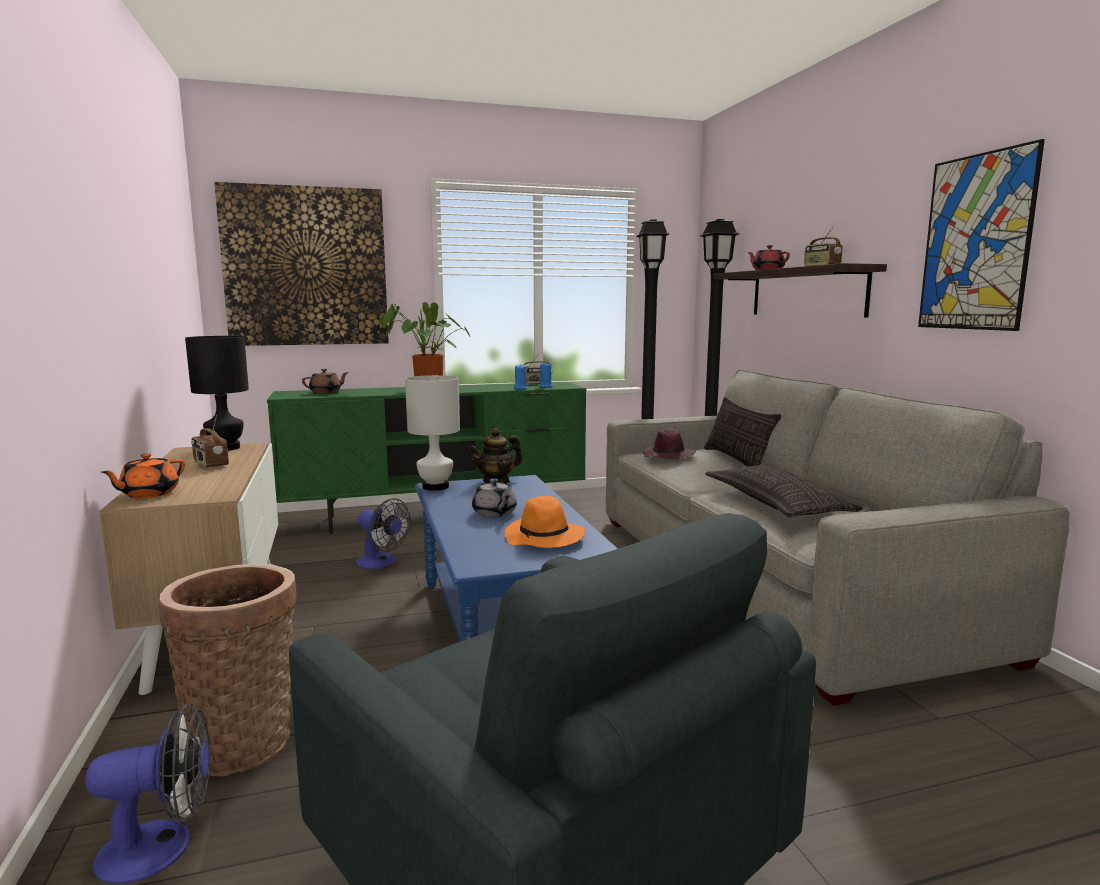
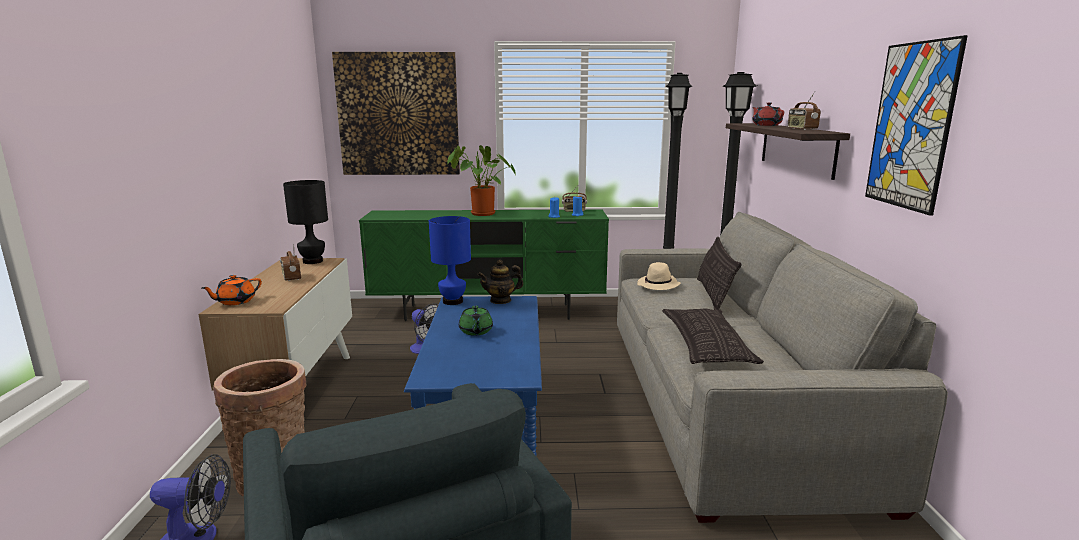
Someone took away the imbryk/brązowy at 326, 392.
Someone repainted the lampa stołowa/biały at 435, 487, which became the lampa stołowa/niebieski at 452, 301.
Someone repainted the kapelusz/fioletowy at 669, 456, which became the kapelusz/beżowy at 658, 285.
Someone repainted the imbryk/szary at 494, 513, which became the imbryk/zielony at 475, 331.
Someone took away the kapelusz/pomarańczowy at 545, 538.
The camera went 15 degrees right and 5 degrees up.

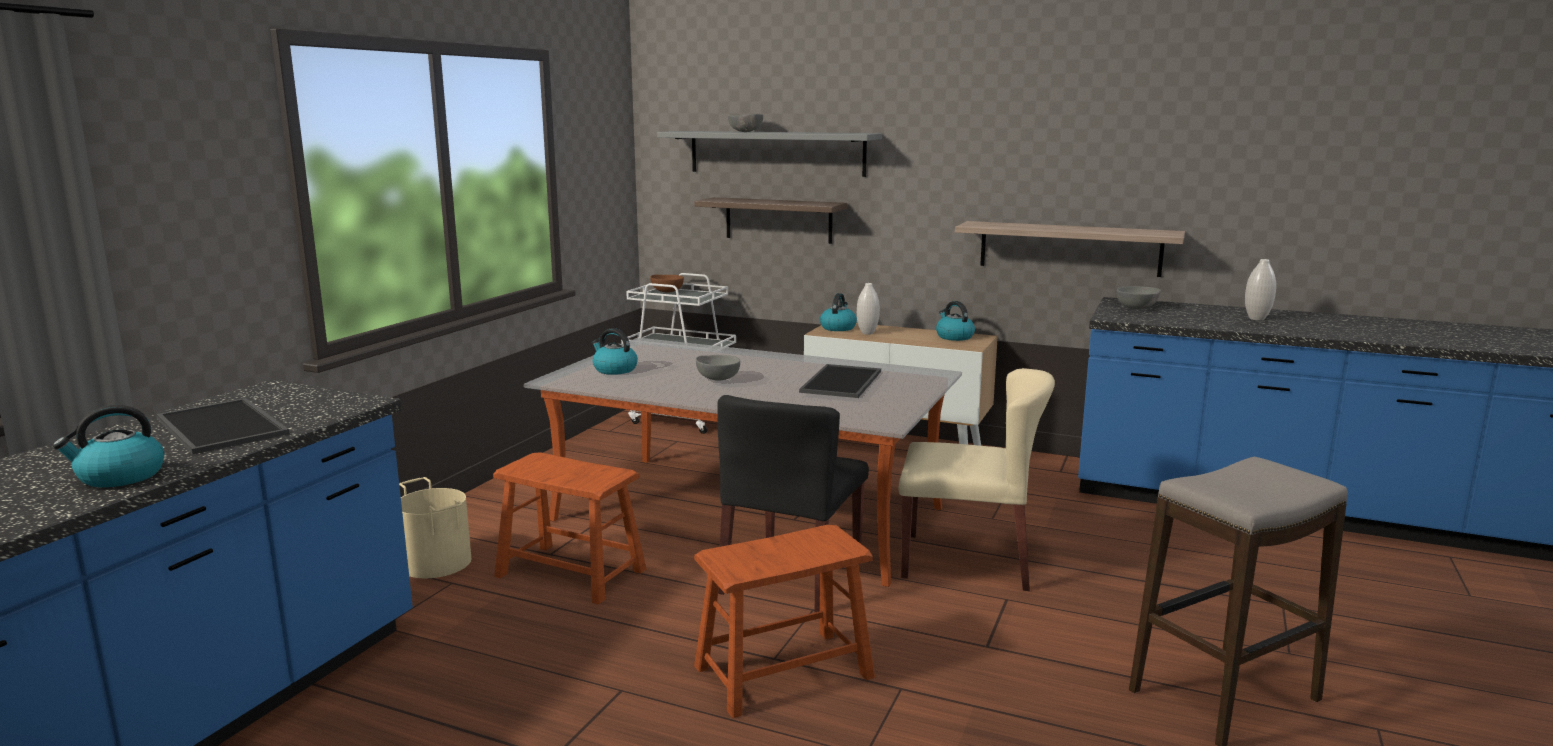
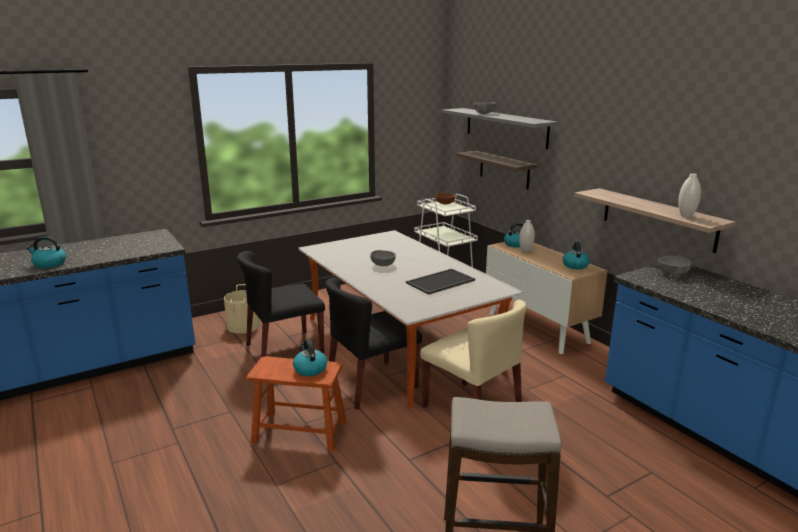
Someone carried the wazon/biały from 1256, 319 to 686, 216.
Someone carried the czajnik from 614, 370 to 310, 369.
Someone took away the taca at 218, 426.
Someone swapped the stołek/brązowy at 571, 573 for the krzesło/czarny at 284, 349.
The camera went 35 degrees right and 5 degrees up.

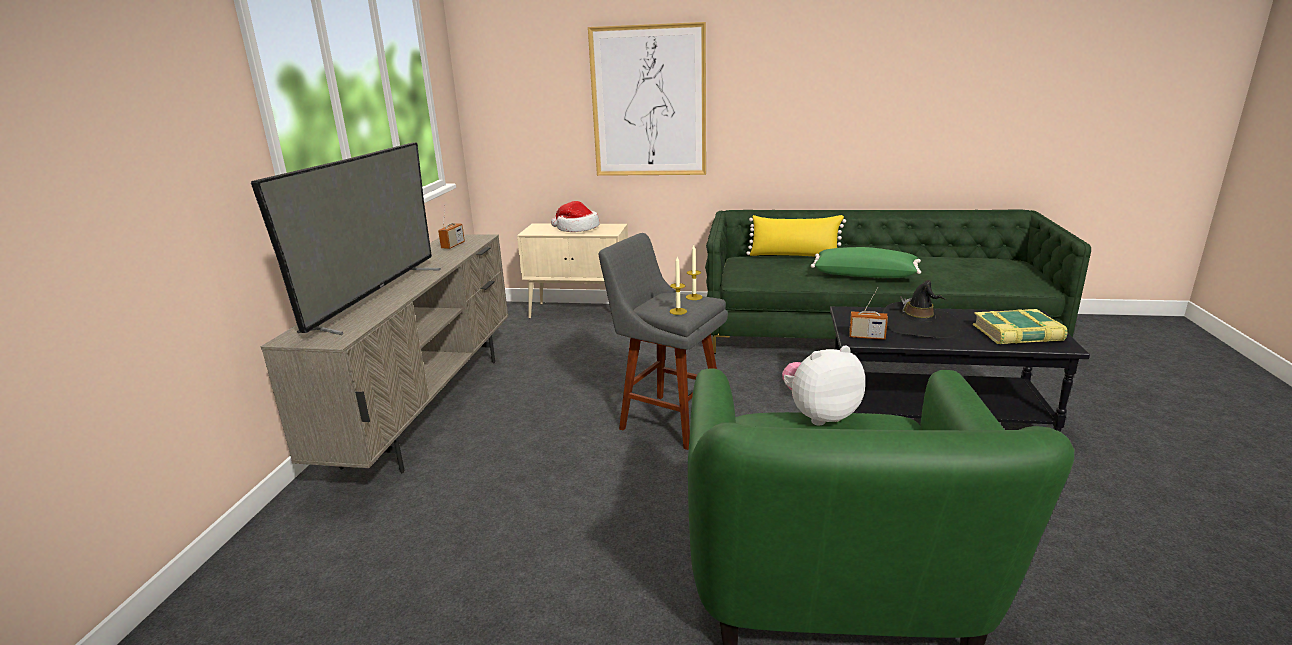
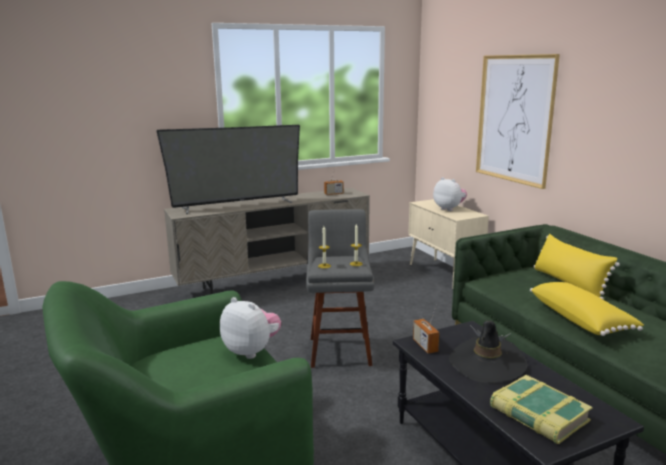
Someone swapped the kapelusz at 576, 228 for the pluszak at 449, 209.
Someone repainted the poduszka/zielony at 864, 275, which became the poduszka/żółty at 581, 319.
The camera went 55 degrees right and 5 degrees down.

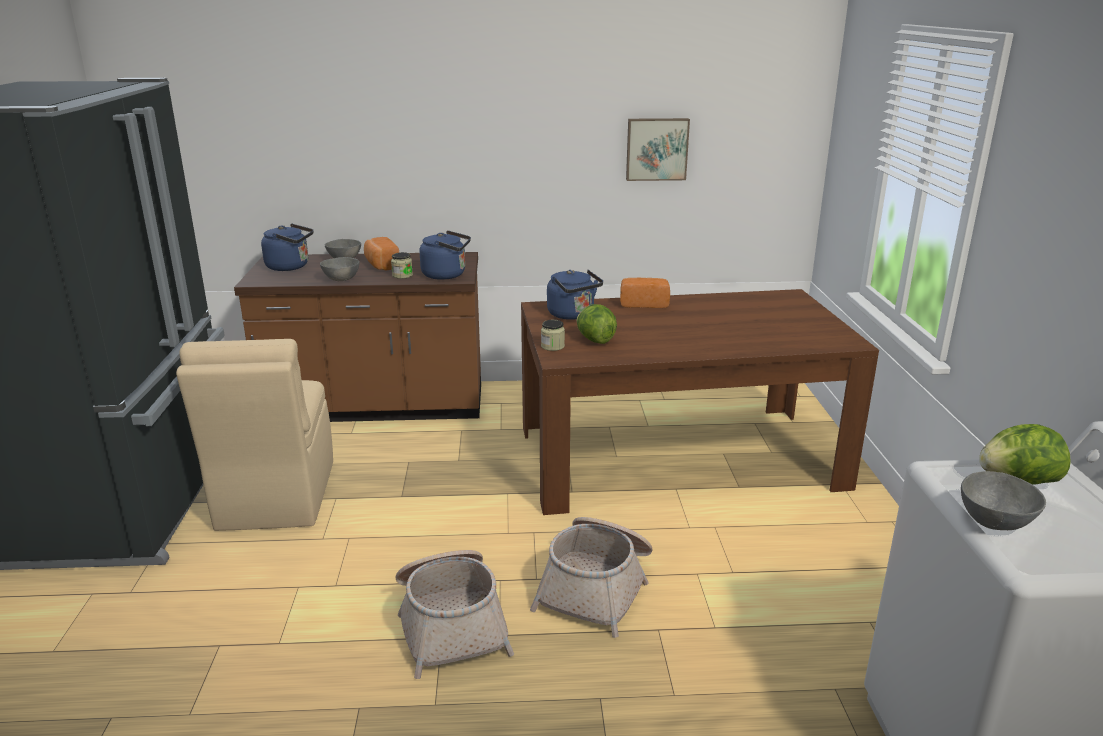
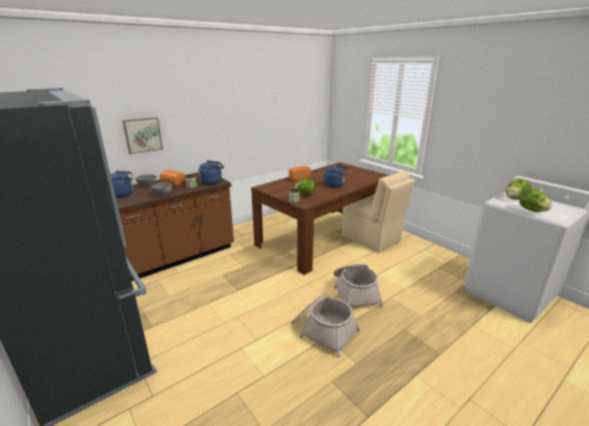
Someone carried the obraz from 656, 149 to 143, 135.
Someone carried the czajnik/niebieski from 573, 315 to 335, 185.
Someone carried the krzesło/beżowy from 275, 497 to 372, 239.
Someone swapped the miska/szary at 996, 521 for the sałata at 532, 210.
The camera went 35 degrees left and 0 degrees up.

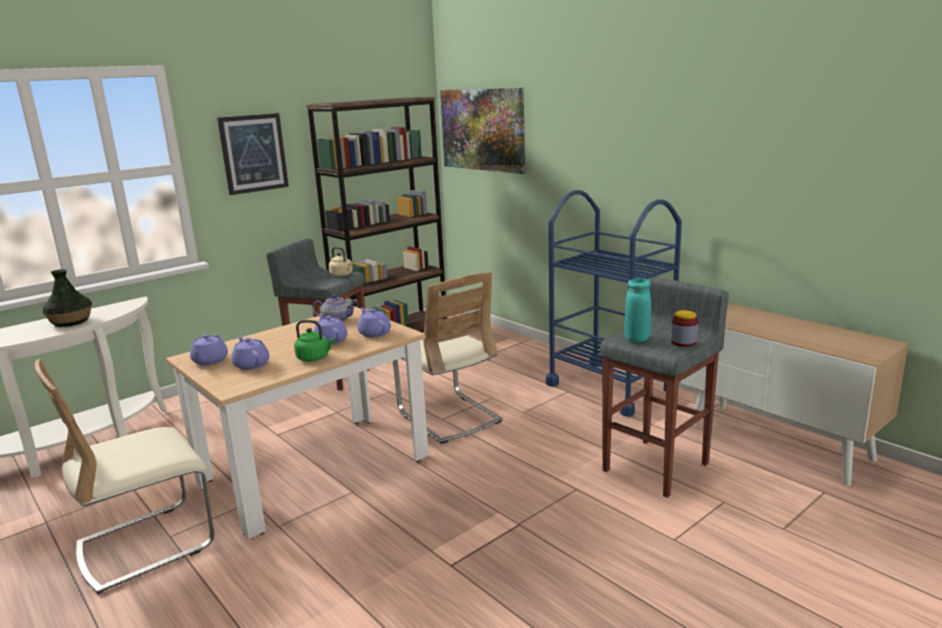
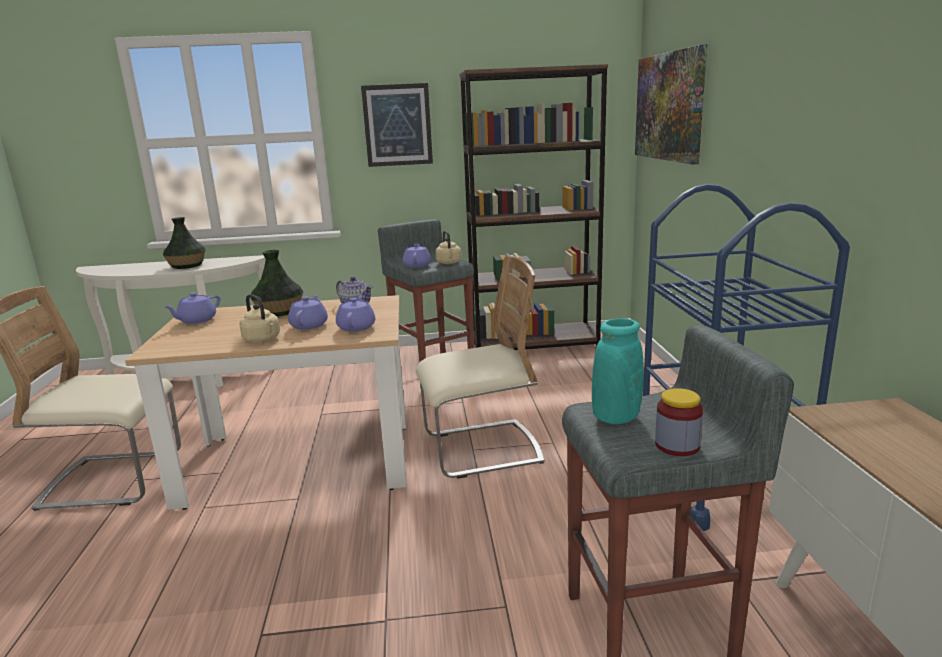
Someone rotated the krzesło/beżowy at 449, 417 by 105 degrees counterclockwise.
Someone repainted the czajnik/zielony at 315, 358, which became the czajnik/beżowy at 263, 339.
Someone carried the imbryk/fioletowy from 251, 364 to 417, 265.
Someone put down the wazon at 278, 311.
The camera went 35 degrees right and 0 degrees up.

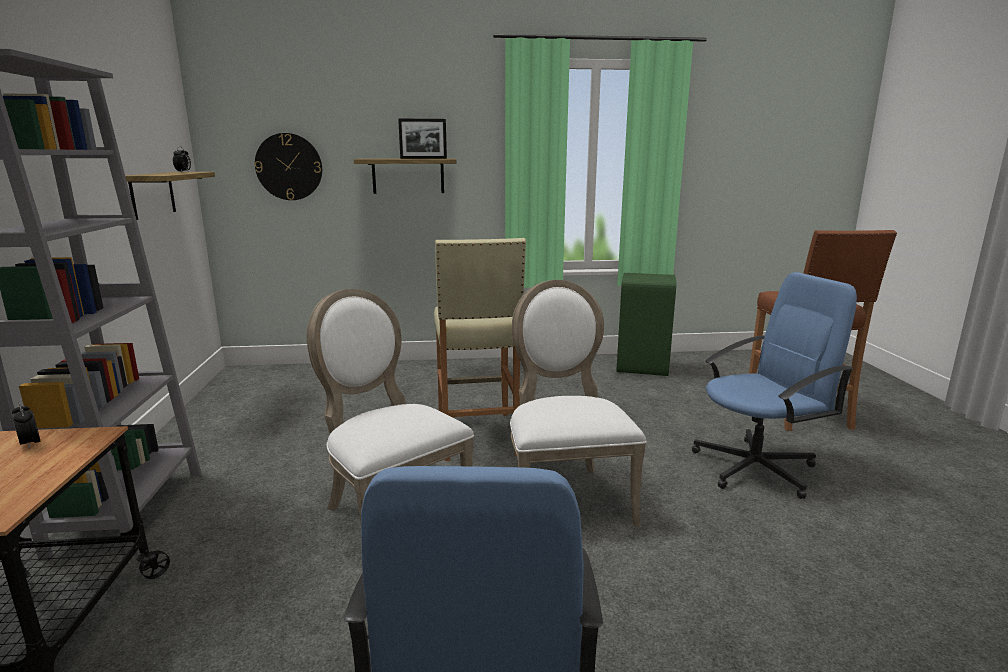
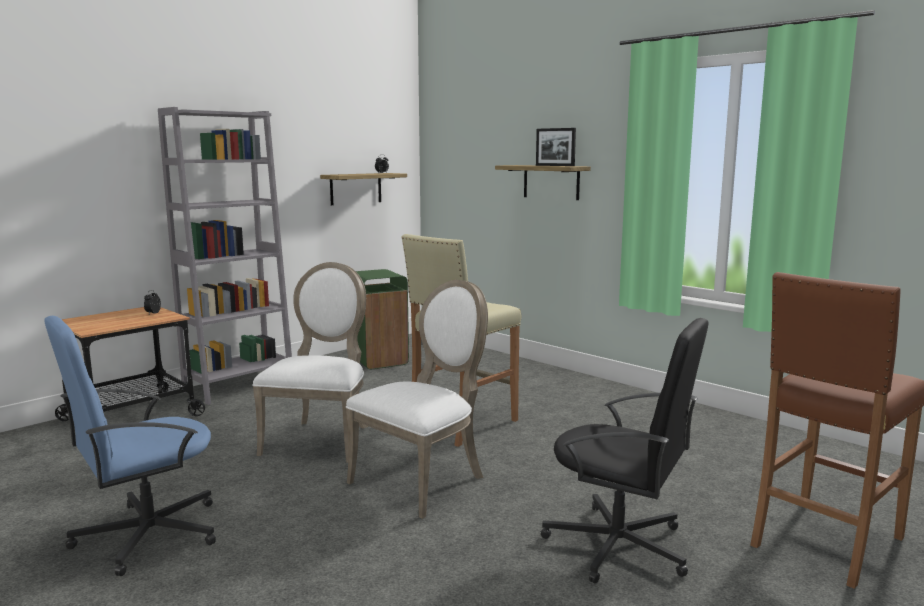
Someone took away the zegar ścienny at 289, 167.
Someone repainted the krzesło biurowe/niebieski at 756, 468, which became the krzesło biurowe/czarny at 619, 546.
Someone carried the kosz na śmieci/zielony from 642, 367 to 380, 360.
The camera went 50 degrees right and 5 degrees down.

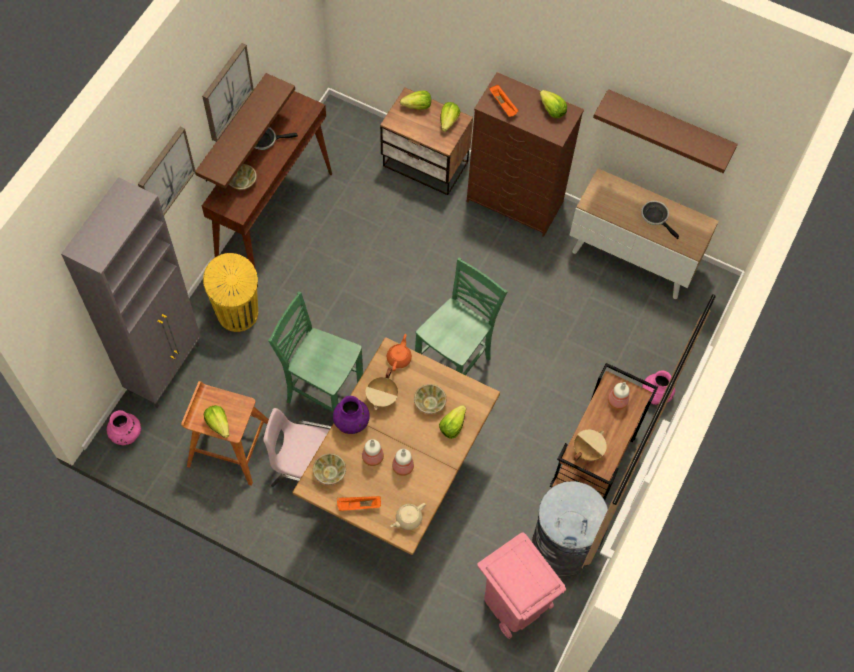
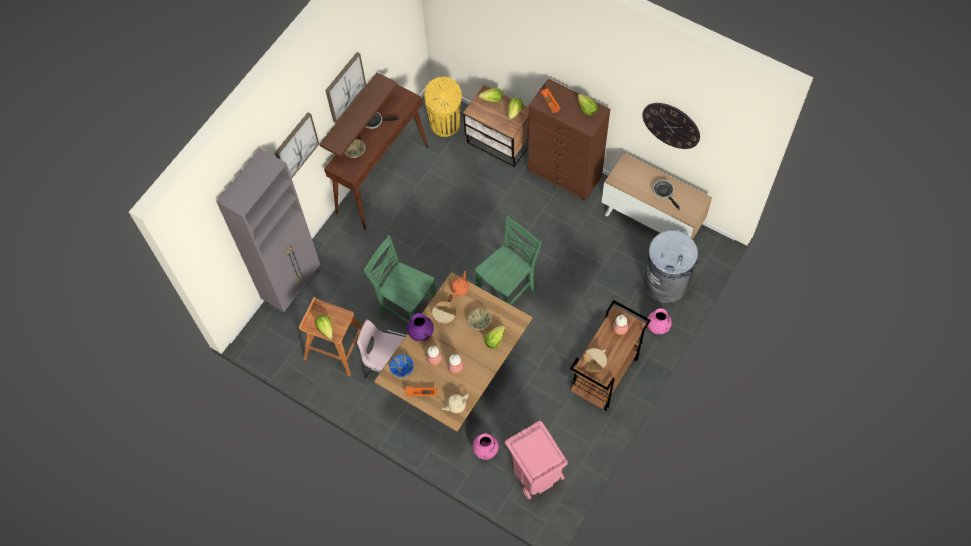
Someone swapped the półka/brązowy at 669, 126 for the zegar ścienny at 671, 125.
Someone carried the kosz na śmieci/żółty from 238, 315 to 445, 125.
Someone carried the wazon/różowy from 126, 435 to 485, 450.
Someone repainted the miska/beżowy at 329, 472, which became the miska/niebieski at 402, 368.
Someone carried the kosz na śmieci/szary from 563, 545 to 666, 282.
The camera went 10 degrees right and 0 degrees up.

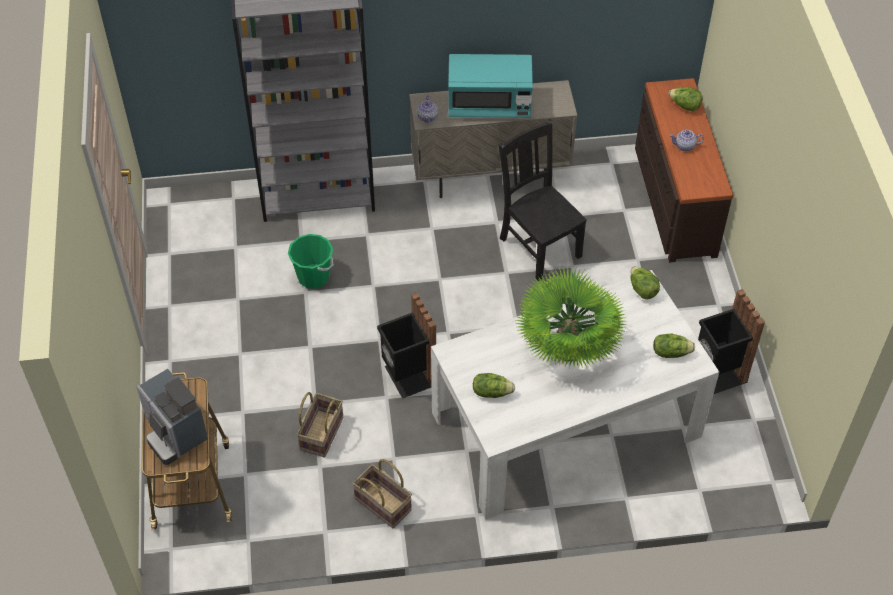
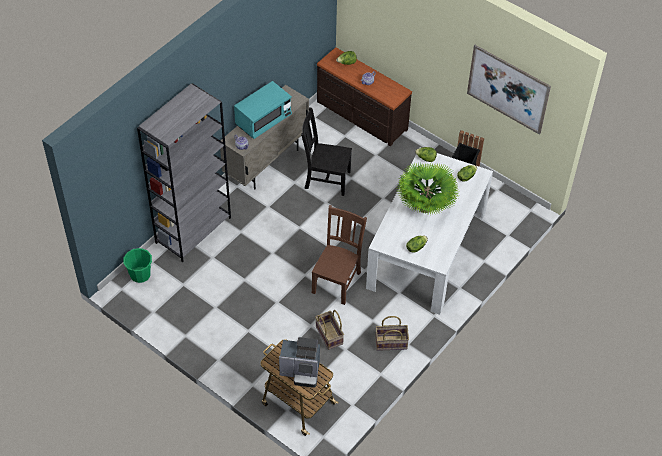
Someone carried the wiadro/zielony from 313, 276 to 140, 274.
Someone swapped the kosz na śmieci/czarny at 408, 376 for the krzesło/brązowy at 337, 281.
Someone put up the obraz at 508, 89.
The camera went 45 degrees left and 0 degrees up.

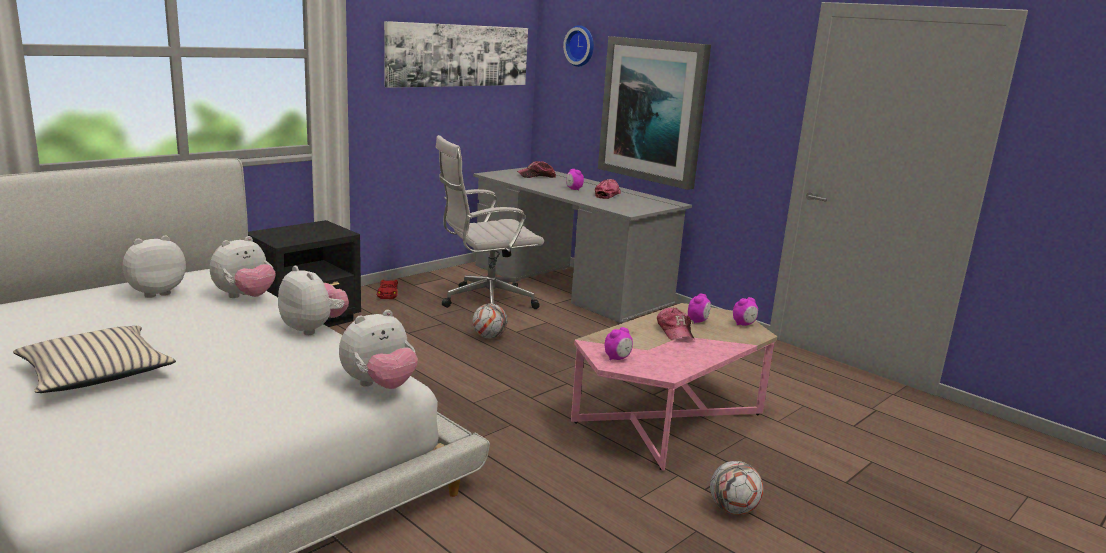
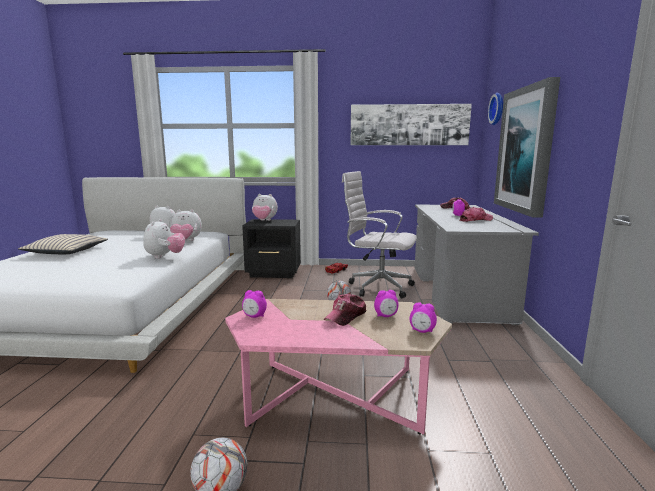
Someone carried the pluszak from 379, 386 to 264, 220.
The camera went 50 degrees right and 5 degrees down.

